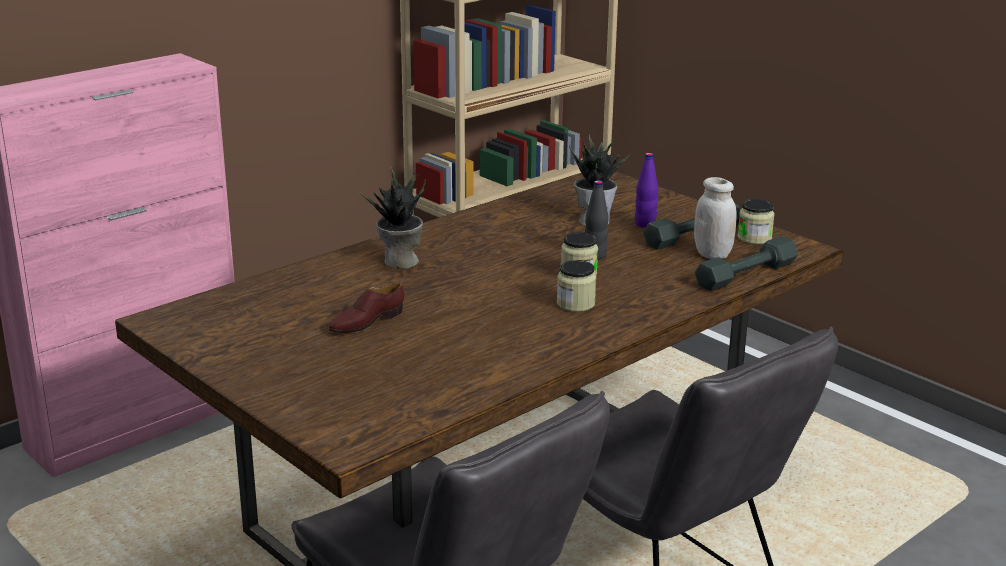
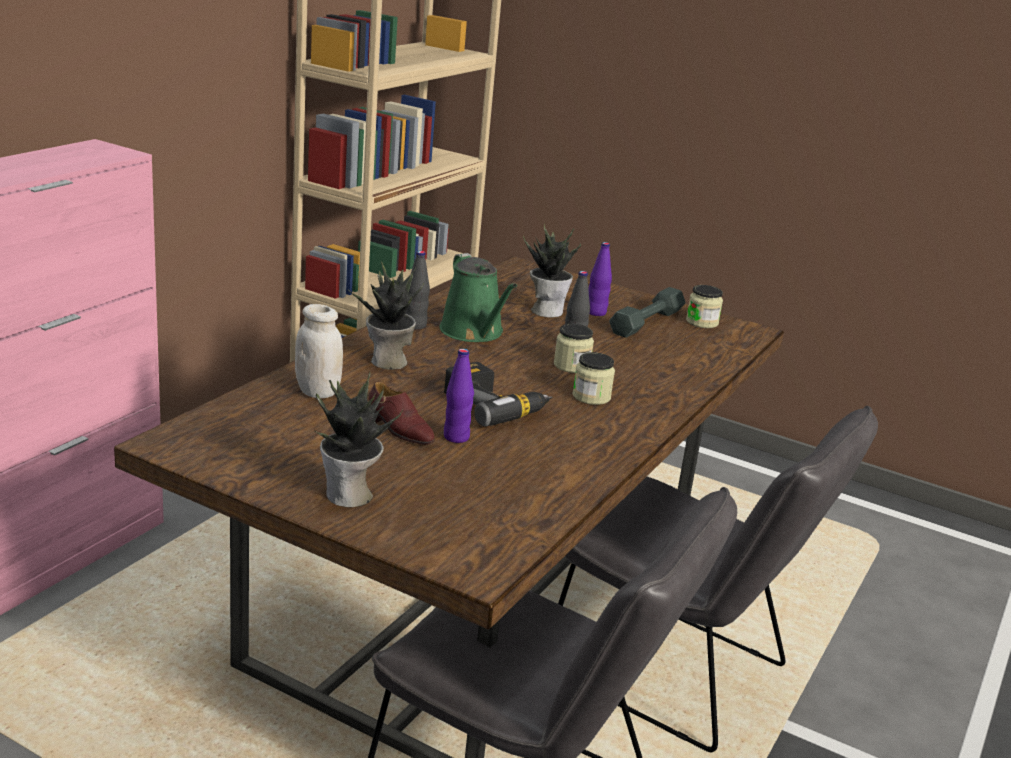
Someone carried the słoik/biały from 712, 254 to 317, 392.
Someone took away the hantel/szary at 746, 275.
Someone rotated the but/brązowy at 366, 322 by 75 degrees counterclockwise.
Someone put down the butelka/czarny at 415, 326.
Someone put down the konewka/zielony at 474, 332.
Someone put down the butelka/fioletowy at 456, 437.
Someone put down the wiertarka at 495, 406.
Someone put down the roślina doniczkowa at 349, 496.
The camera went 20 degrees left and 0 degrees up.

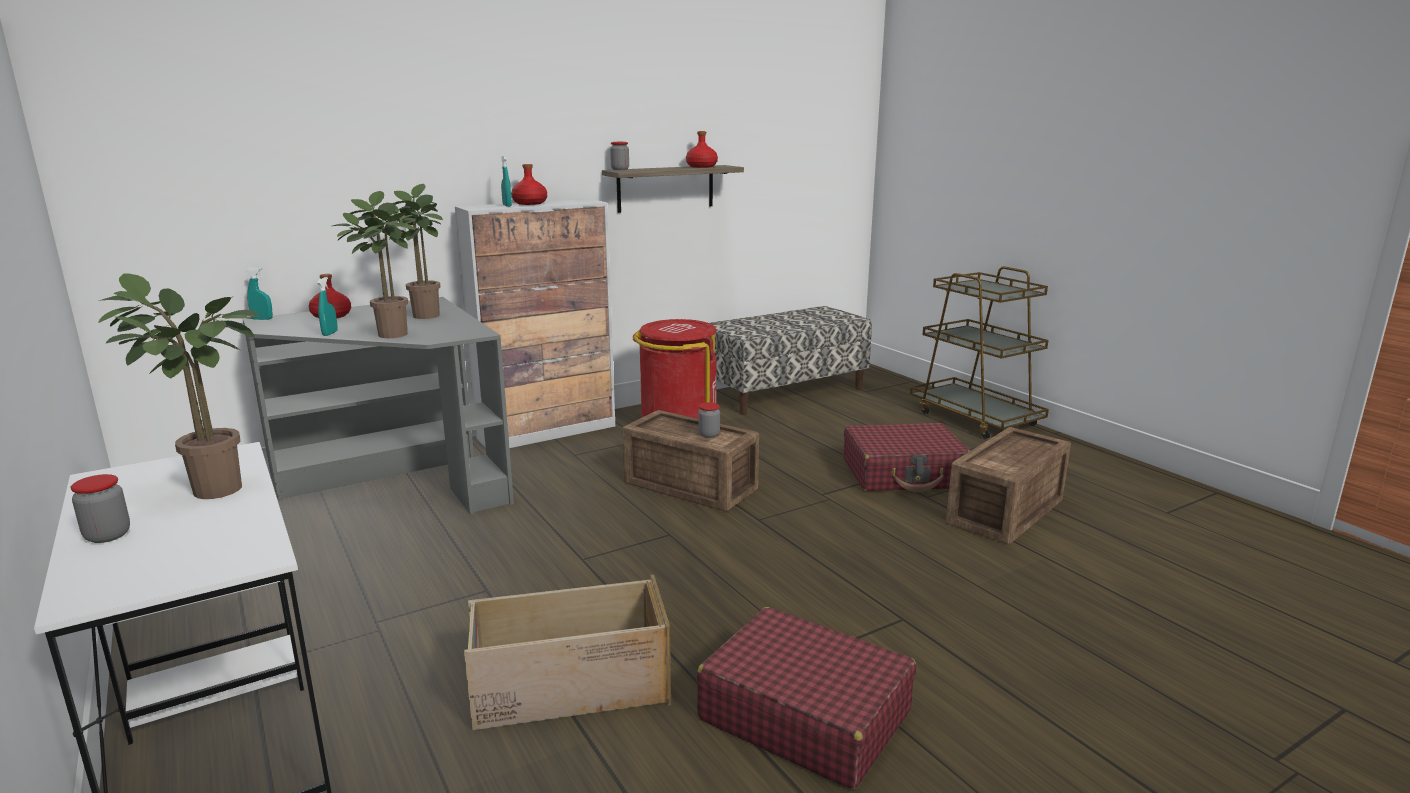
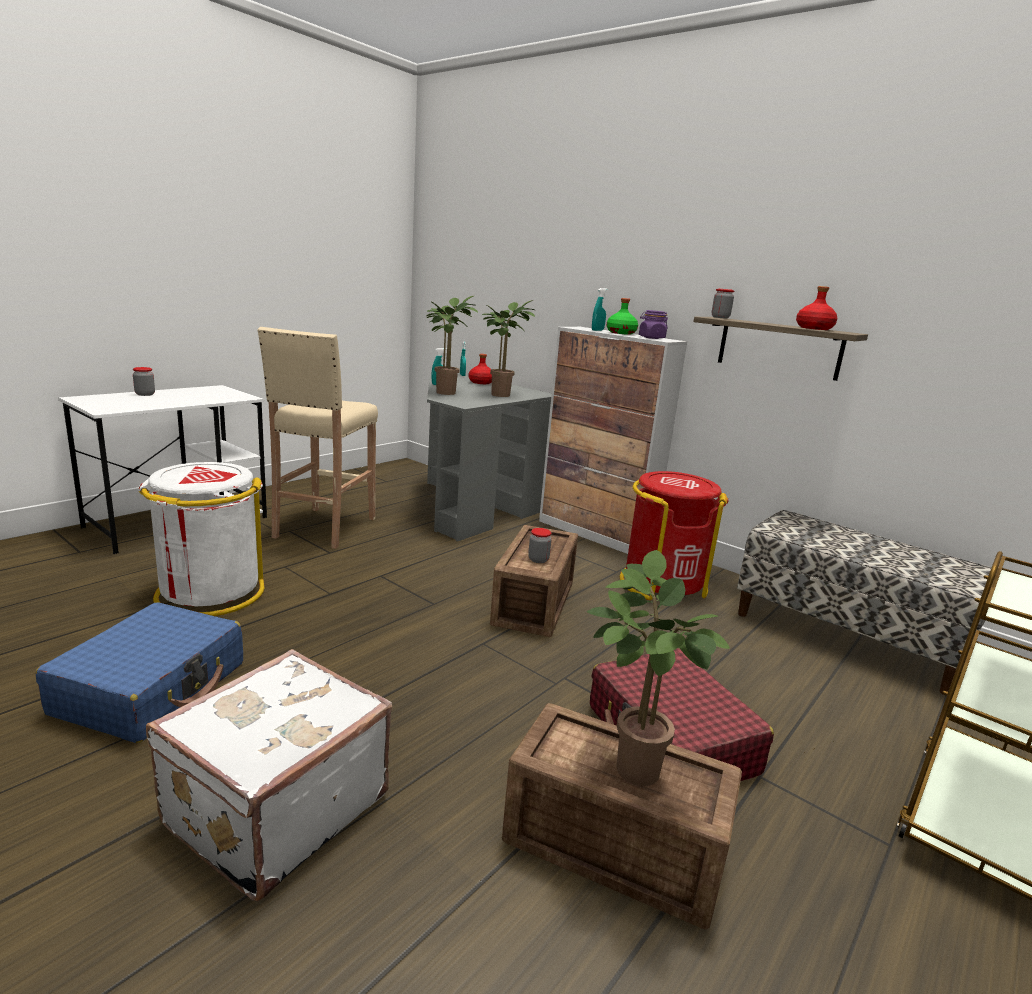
Someone repainted the butelka/czerwony at 530, 203, which became the butelka/zielony at 621, 333.
Someone carried the roślina doniczkowa from 208, 492 to 629, 767.
Someone swapped the skrzynka at 569, 688 for the kosz na śmieci/biały at 209, 593.
Someone repainted the walizka/czerwony at 804, 715, which became the walizka/niebieski at 152, 688.
Someone put down the słoik/fioletowy at 651, 338.
Someone put down the stołek/beżowy at 324, 528.
Someone put down the walizka/biały at 274, 808.
The camera went 70 degrees right and 0 degrees up.

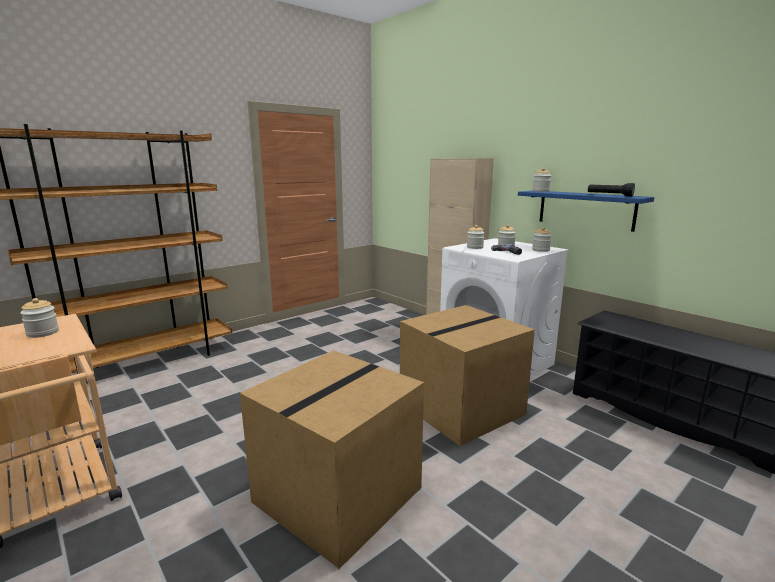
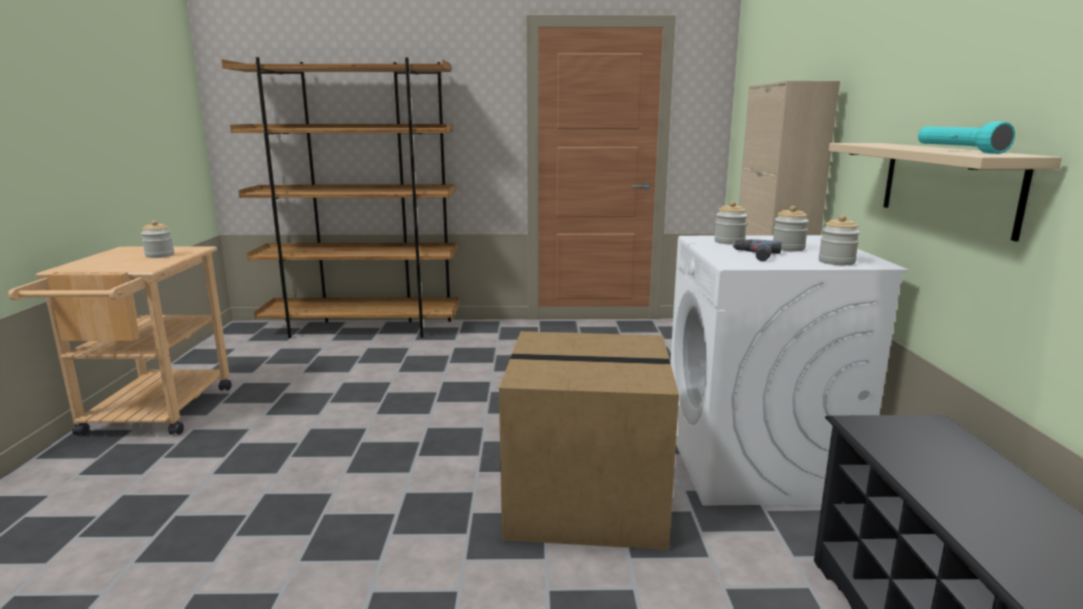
Someone took away the słoik at 541, 191.
Someone repainted the latarka/czarny at 609, 195, which became the latarka/turkusowy at 958, 151.
Someone repainted the półka/niebieski at 585, 209, which became the półka/beżowy at 947, 185.
Someone took away the karton at 338, 492.
The camera went 40 degrees right and 0 degrees up.

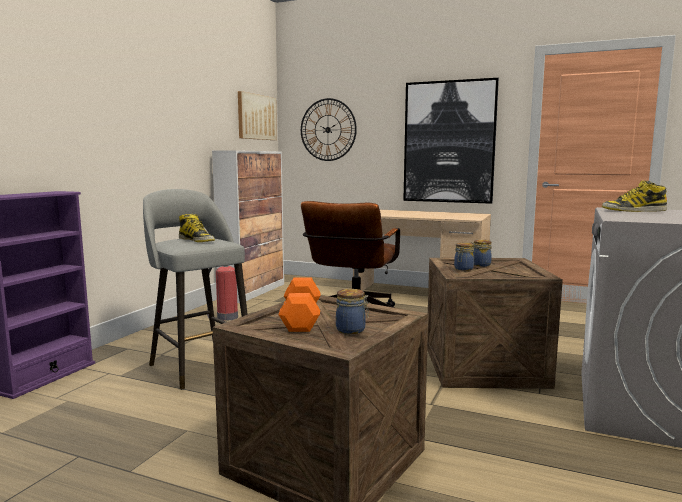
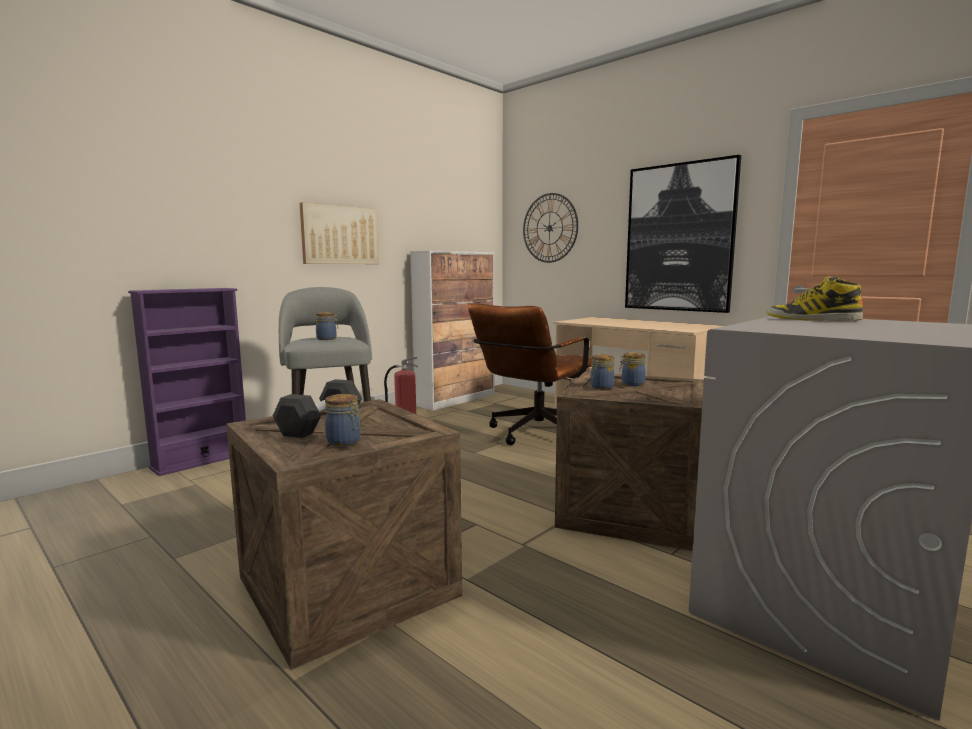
Someone carried the obraz from 256, 117 to 340, 235.
Someone swapped the but z cholewką at 197, 240 for the słoik at 327, 339.
Someone repainted the hantel/pomarańczowy at 301, 318, which became the hantel/czarny at 321, 424.
The camera went 20 degrees right and 0 degrees up.

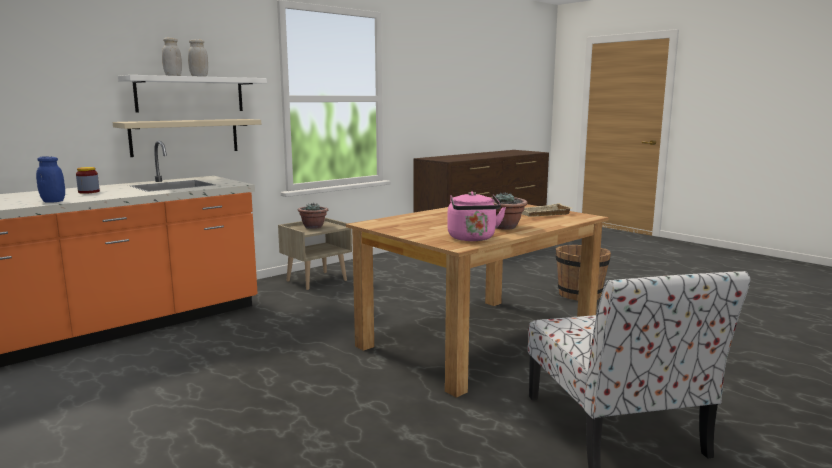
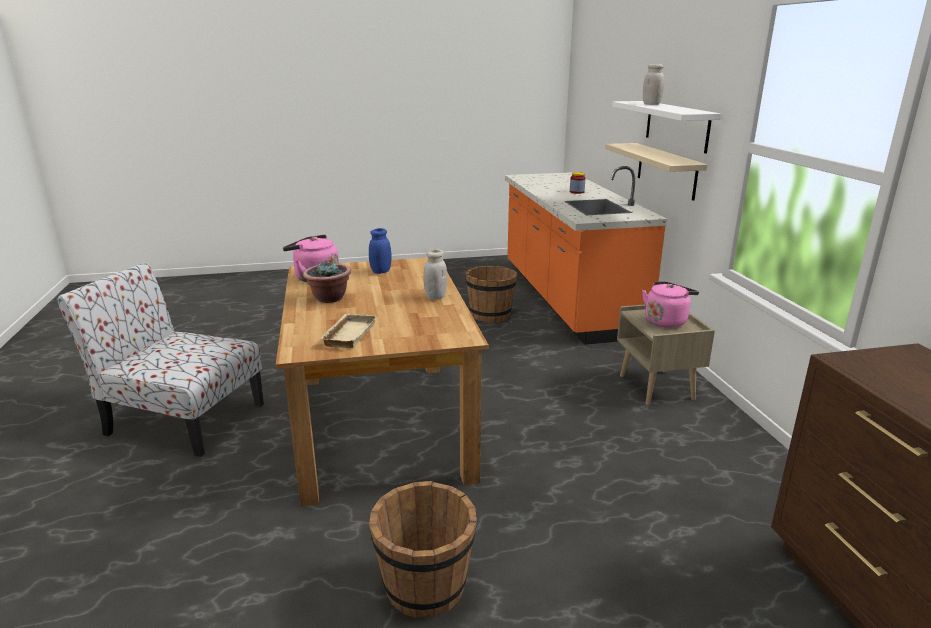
Someone carried the słoik/biały from 199, 76 to 435, 297.
Someone carried the słoik/niebieski from 53, 201 to 381, 271.
Someone swapped the roślina doniczkowa at 313, 227 for the czajnik/różowy at 666, 321.
Someone put down the wiadro/brązowy at 490, 315.
The camera went 120 degrees right and 10 degrees up.

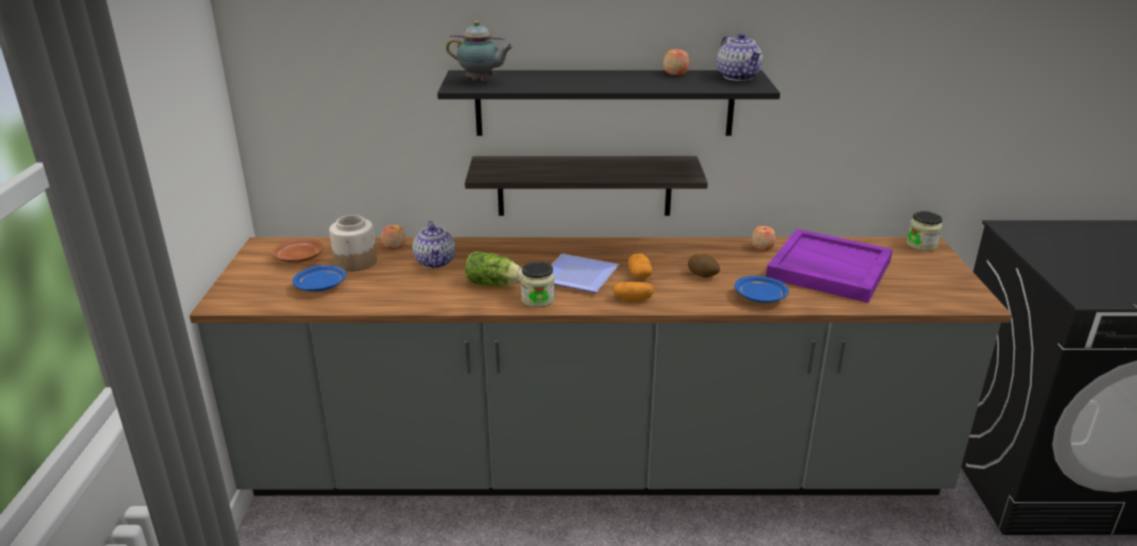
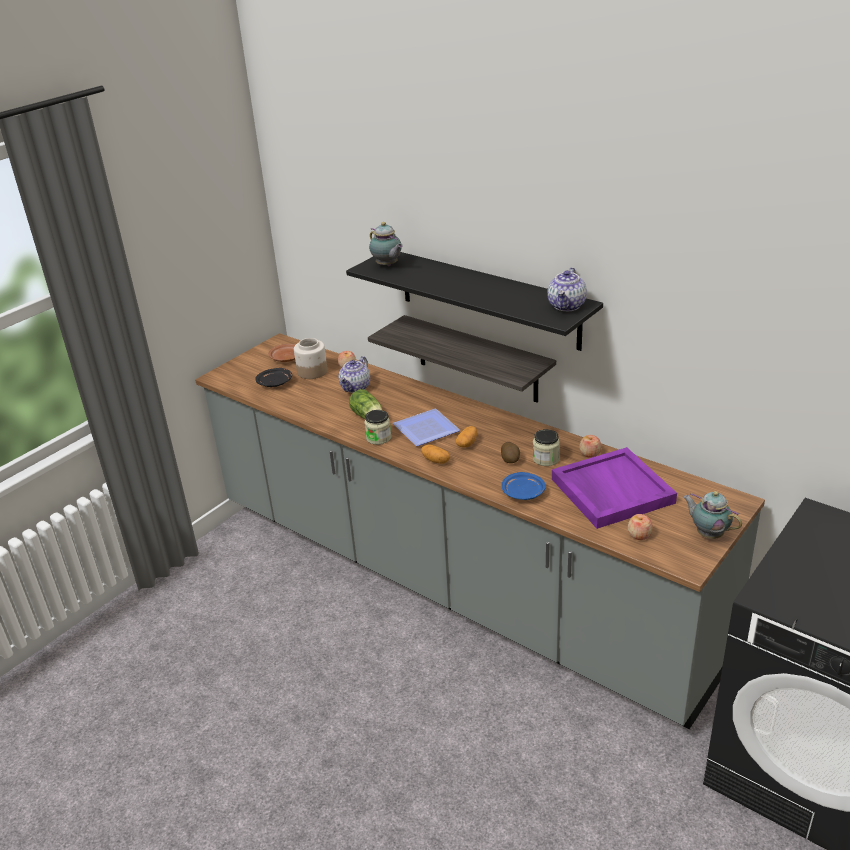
Someone carried the jabłko from 675, 73 to 639, 535.
Someone carried the słoik from 921, 245 to 546, 459.
Someone repainted the talerz/niebieski at 321, 286, which became the talerz/czarny at 275, 383.
Someone put down the imbryk at 708, 534.
The camera went 40 degrees right and 5 degrees up.

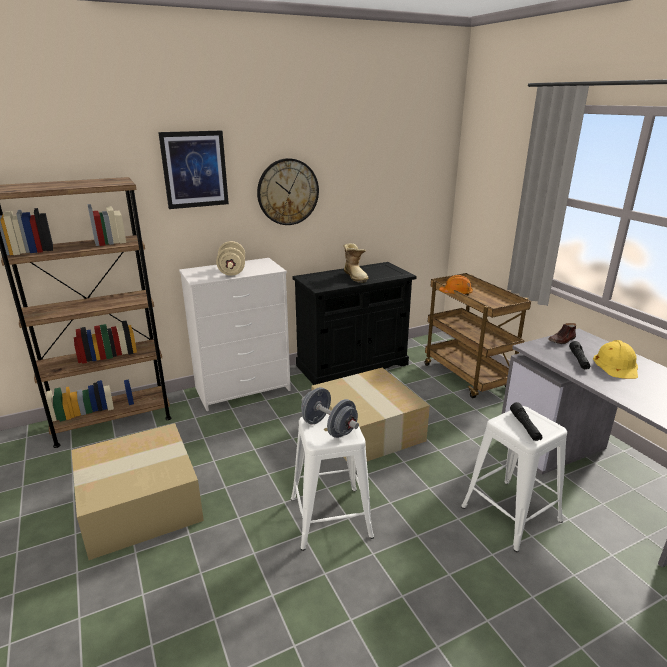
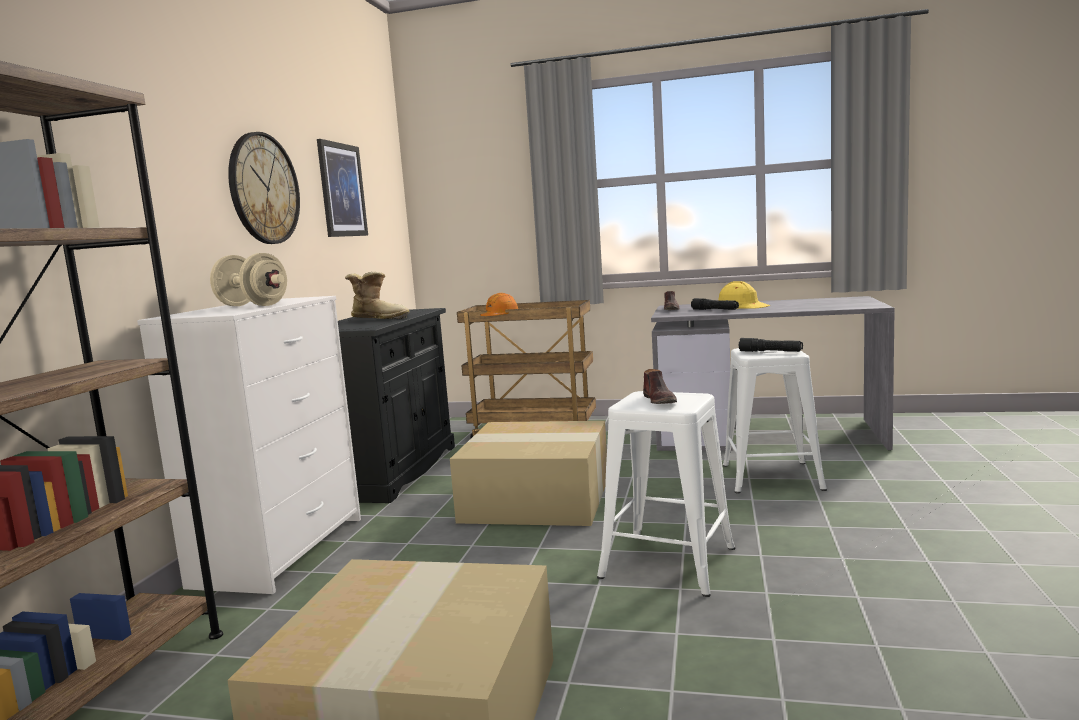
Someone carried the obraz from 194, 169 to 342, 190.
Someone swapped the hantel/szary at 329, 428 for the but/brązowy at 660, 400.
The camera went 50 degrees left and 15 degrees down.

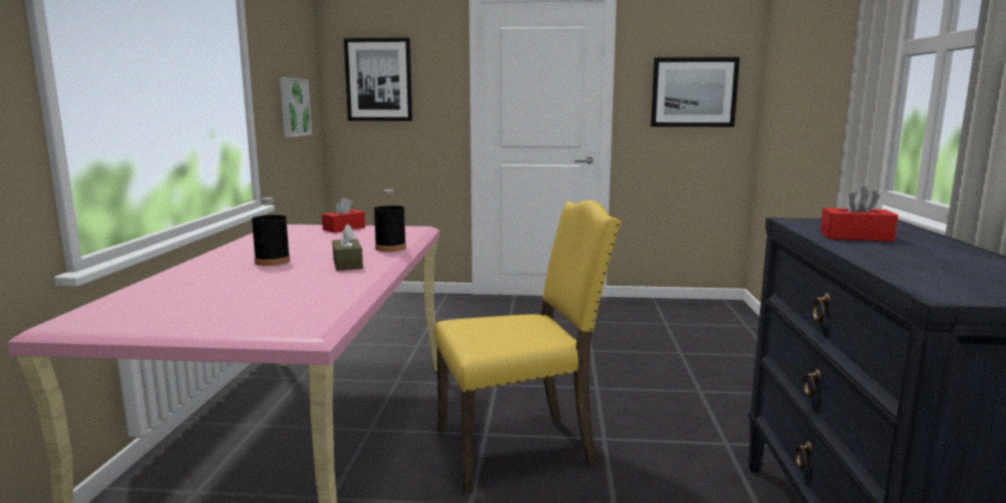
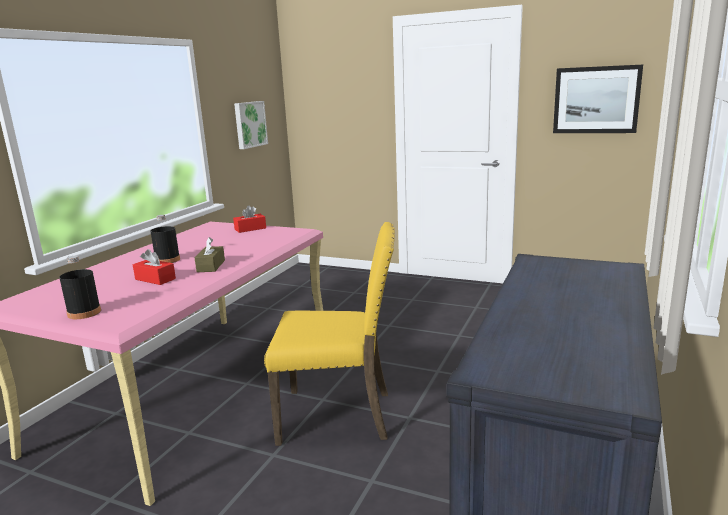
Someone took away the obraz at 378, 80.
Someone carried the pudełko chusteczek/czerwony from 856, 237 to 155, 279.
Someone carried the butelka/czarny from 390, 248 to 84, 313.
The camera went 20 degrees right and 5 degrees up.

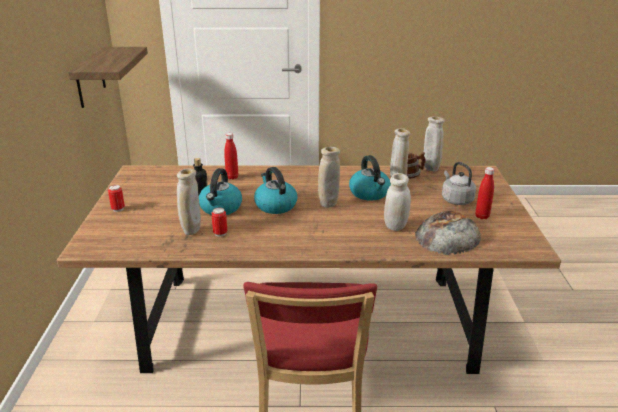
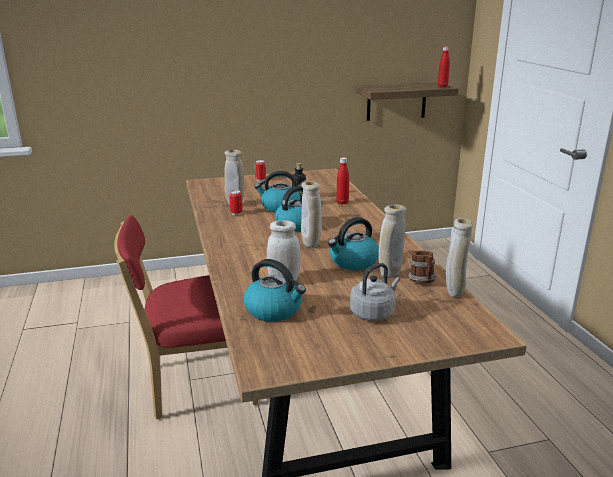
Someone carried the butelka/czerwony from 482, 216 to 442, 86.
Someone swapped the chleb at 448, 235 for the czajnik at 274, 310.
The camera went 75 degrees right and 5 degrees down.

